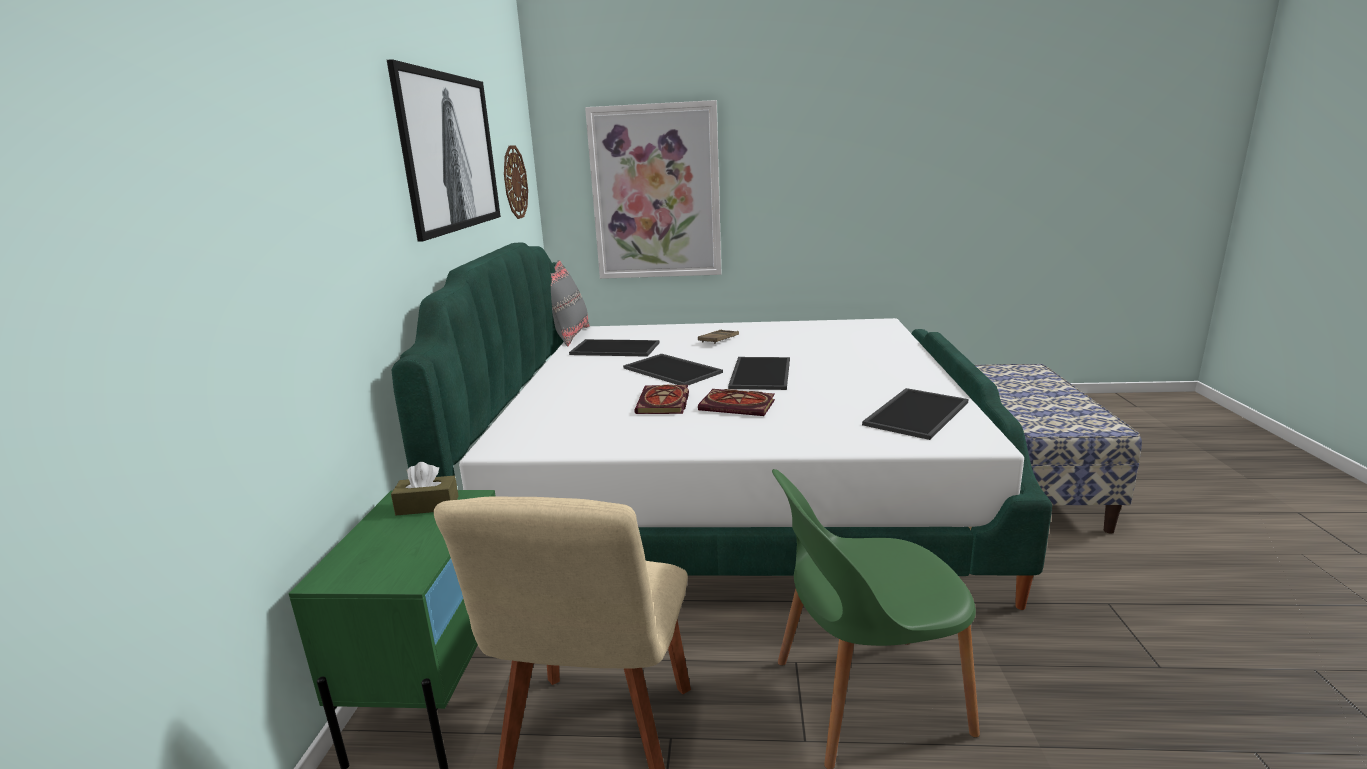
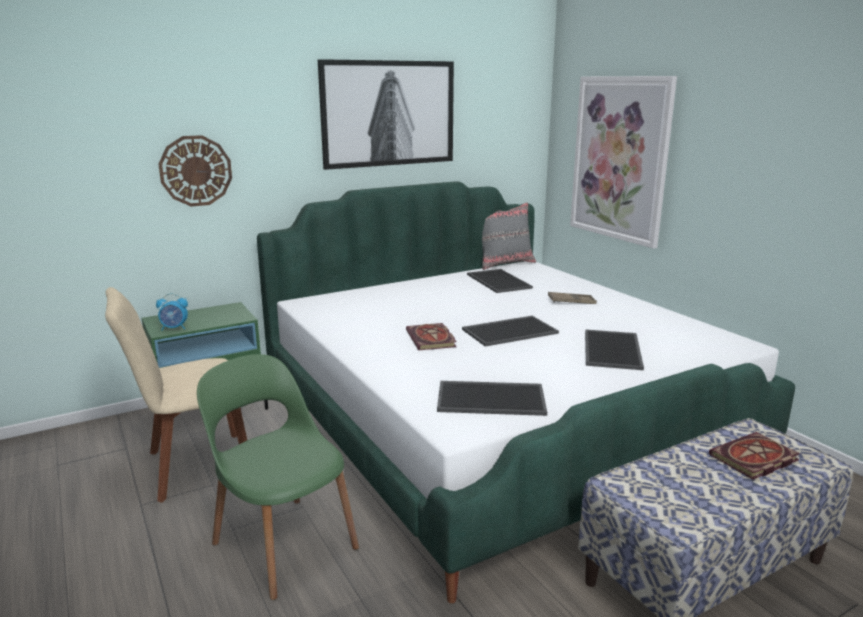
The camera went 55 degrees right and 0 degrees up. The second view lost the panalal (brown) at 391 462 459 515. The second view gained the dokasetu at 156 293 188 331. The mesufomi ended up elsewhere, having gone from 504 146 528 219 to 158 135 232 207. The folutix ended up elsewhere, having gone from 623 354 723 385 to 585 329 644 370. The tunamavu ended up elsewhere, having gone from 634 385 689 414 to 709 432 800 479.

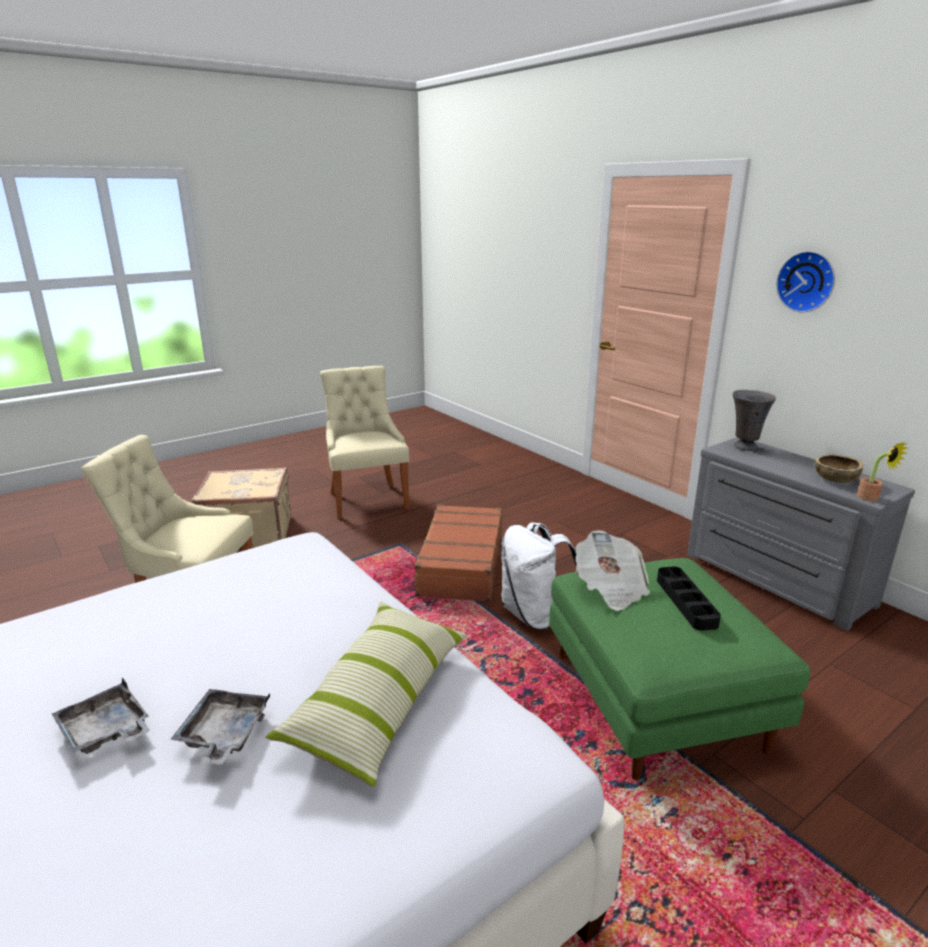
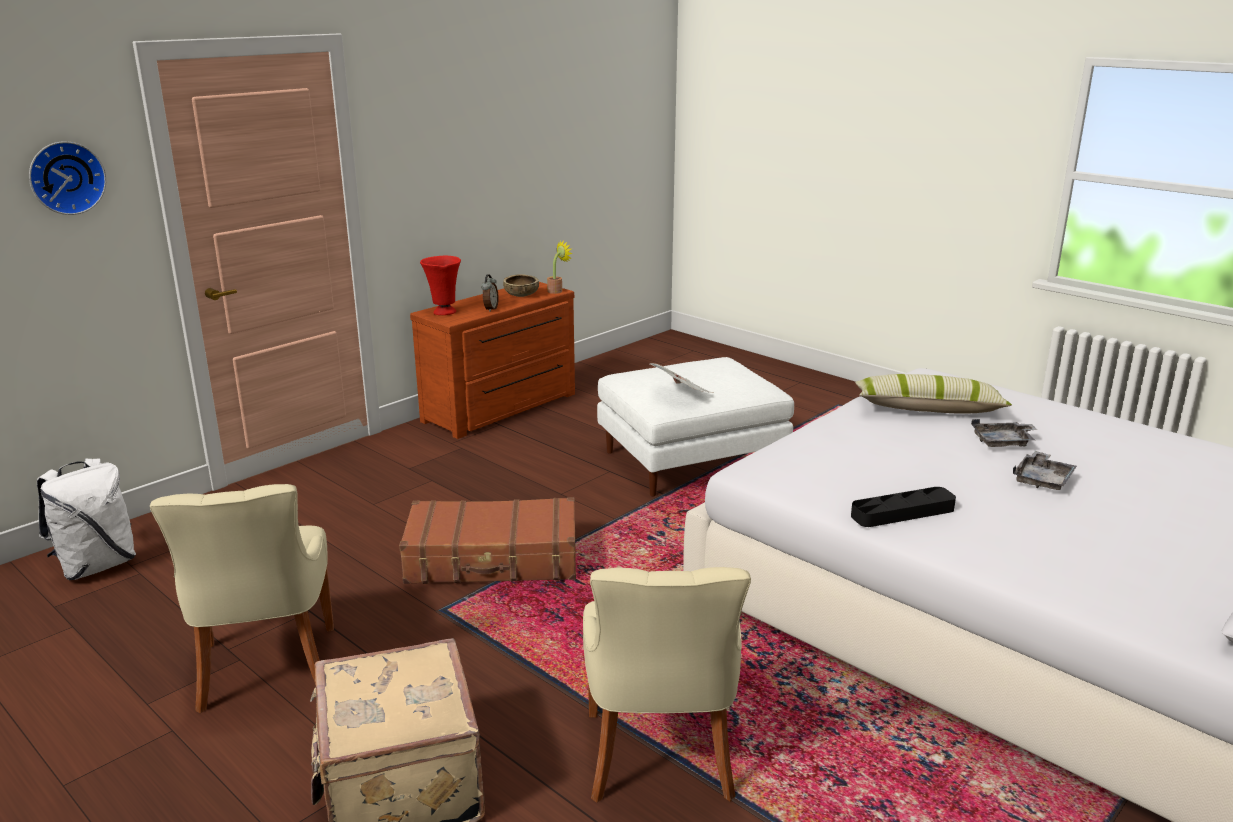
The camera went 100 degrees left and 0 degrees up. The second view gained the dokasetu at 481 275 499 312. The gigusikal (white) ended up elsewhere, having gone from 501 522 577 630 to 37 458 136 580. The folutix (black) ended up elsewhere, having gone from 657 567 721 631 to 851 487 956 527. The mesufomi ended up elsewhere, having gone from 776 251 835 312 to 29 141 106 215. What was the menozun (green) at 549 558 810 780 turned into the menozun (white) at 597 357 794 496. What was the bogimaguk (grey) at 687 437 915 631 turned into the bogimaguk (brown) at 410 282 575 439. What was the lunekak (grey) at 733 390 776 451 turned into the lunekak (red) at 420 256 461 315. The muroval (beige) at 320 366 409 519 ended up facing another way, 75 degrees counterclockwise from before.

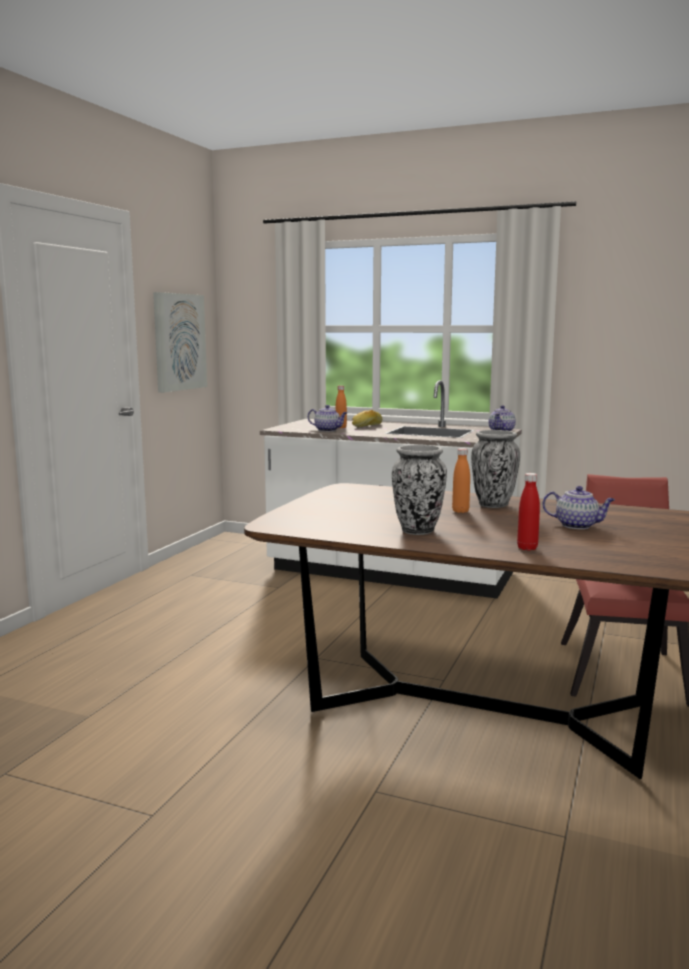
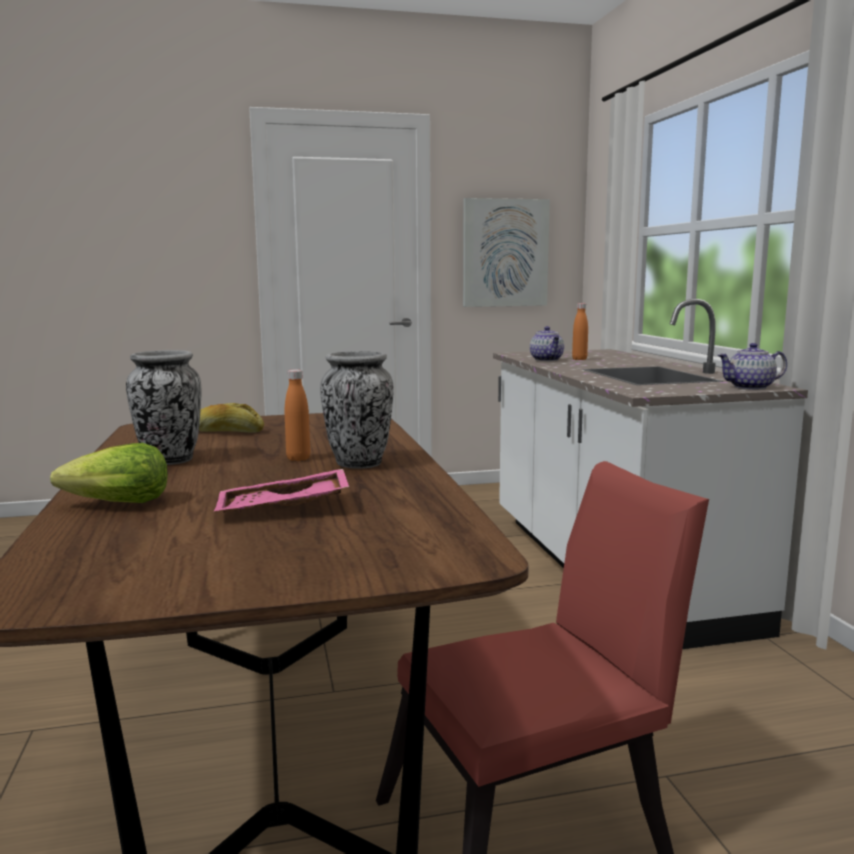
The camera went 55 degrees right and 0 degrees up. The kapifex ended up elsewhere, having gone from 352 410 382 427 to 199 403 264 432. Where the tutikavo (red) stood at 517 473 540 551, the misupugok came to stand at 50 443 168 503. Where the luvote stood at 542 486 615 529, the folutix (pink) came to stand at 214 469 349 513.

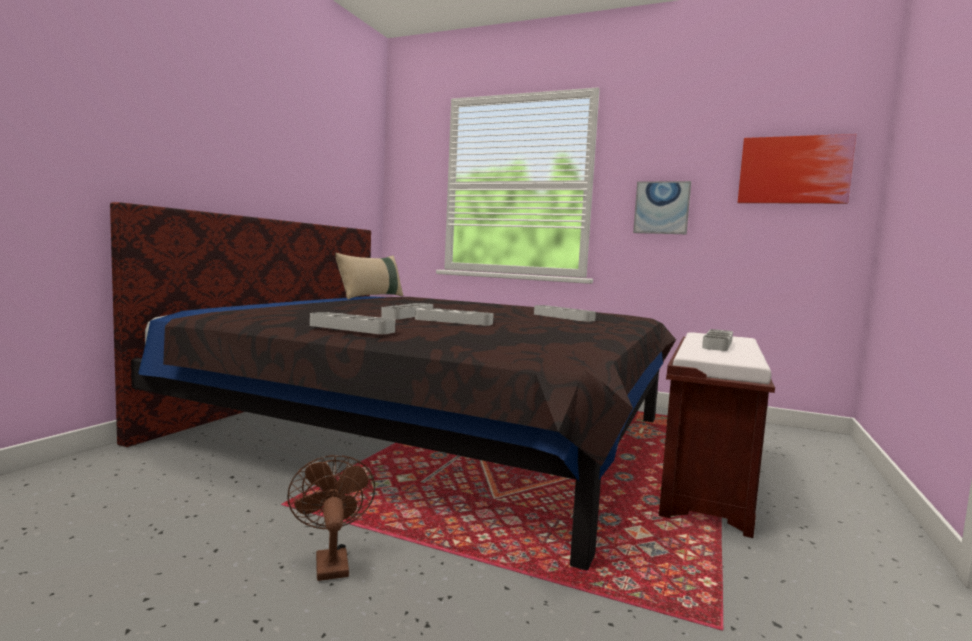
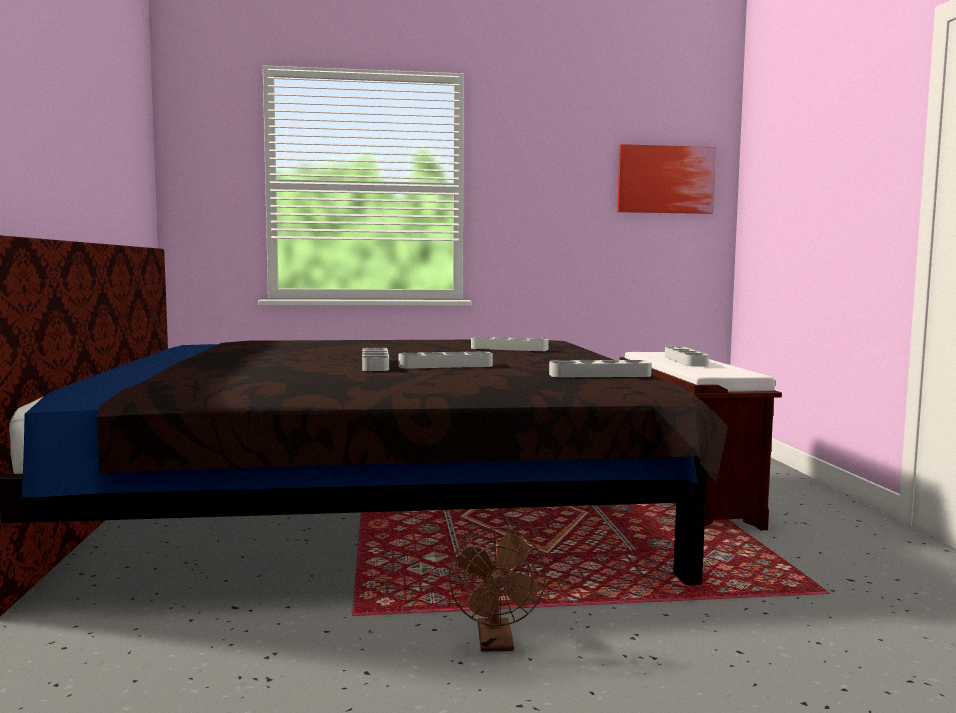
The camera went 30 degrees left and 0 degrees up. The second view lost the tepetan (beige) at 335 253 403 299. The second view lost the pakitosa at 633 181 691 234. The folutix (grey) ended up elsewhere, having gone from 310 312 395 334 to 549 360 652 377. The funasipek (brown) at 287 455 375 581 ended up facing another way, 135 degrees counterclockwise from before.

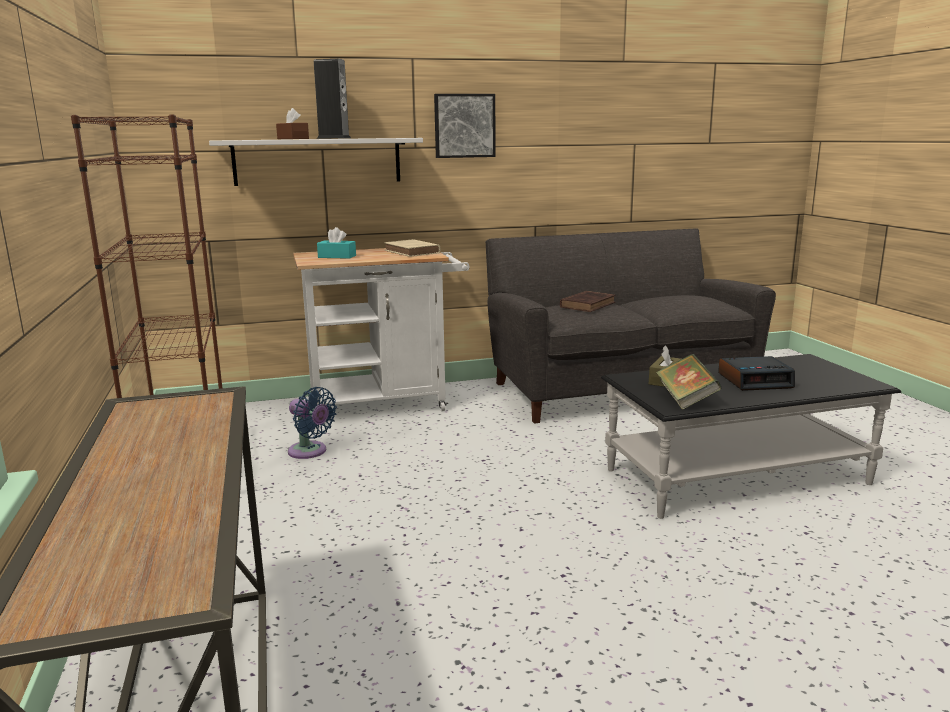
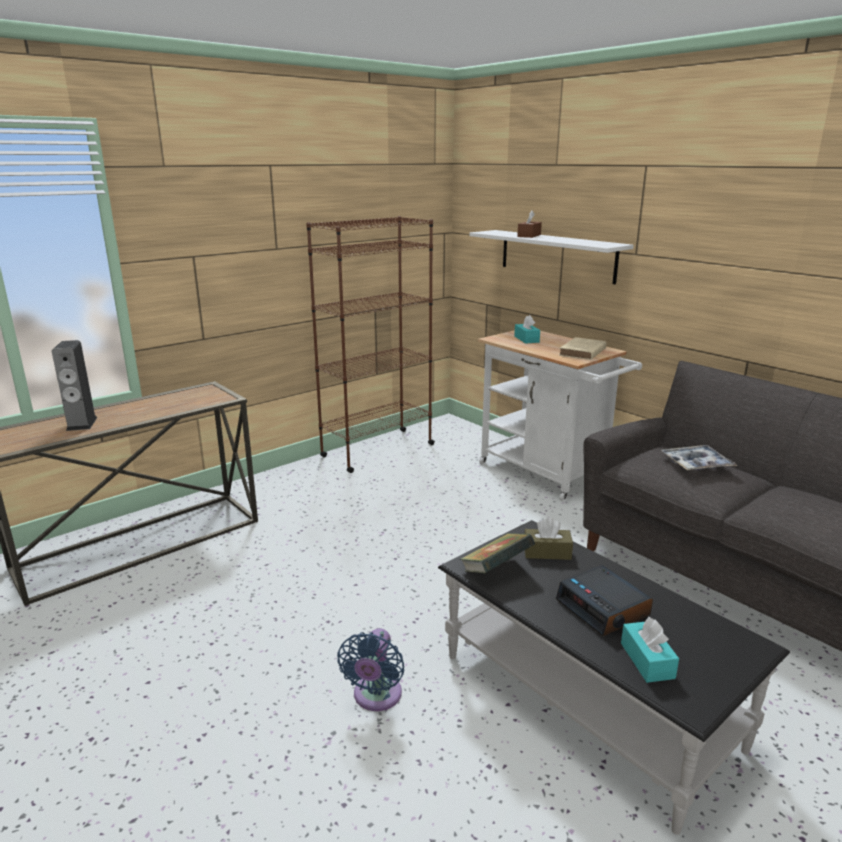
The camera went 65 degrees right and 5 degrees up. The second view lost the pakitosa at 434 94 496 158. The second view gained the panalal (turquoise) at 621 617 679 683. The funasipek (blue) ended up elsewhere, having gone from 288 387 337 459 to 337 628 405 711. The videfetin ended up elsewhere, having gone from 314 59 351 139 to 52 340 97 431. Where the tunamavu (brown) stood at 560 291 615 312, the folutix came to stand at 661 445 737 471.

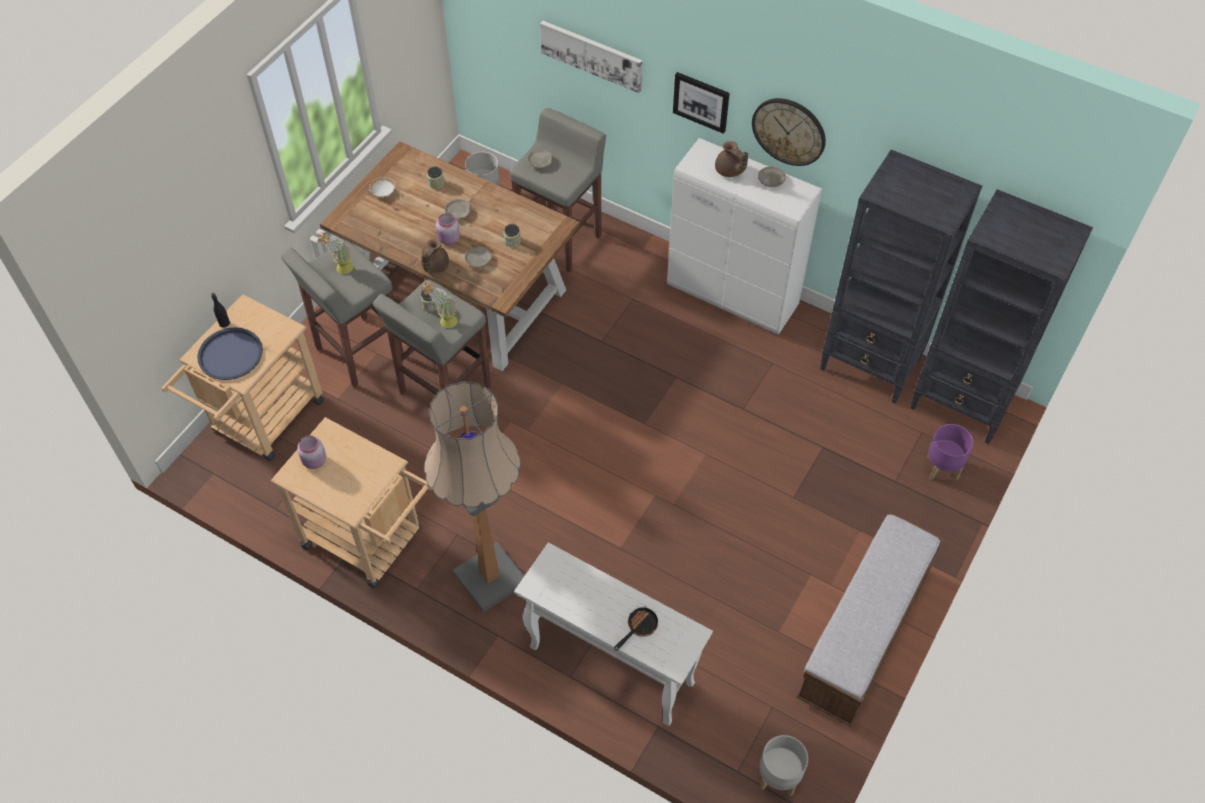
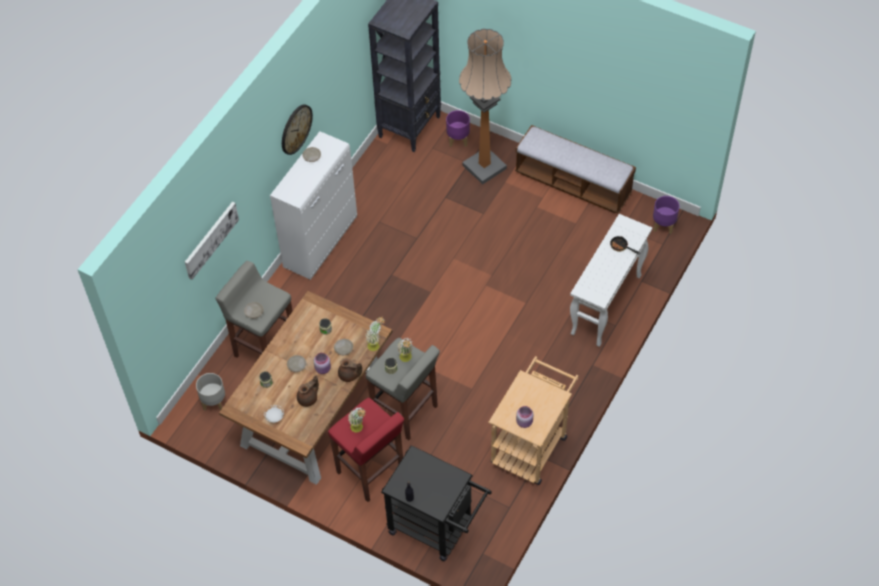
The camera went 90 degrees left and 0 degrees up. The second view lost the folutix (blue) at 197 327 263 380. The second view lost the pakitosa at 673 72 730 134. The second view lost the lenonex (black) at 820 149 982 403. The second view gained the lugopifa at 366 316 385 351. The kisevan ended up elsewhere, having gone from 424 381 524 613 to 459 29 512 184. The luvote (brown) ended up elsewhere, having gone from 715 141 748 177 to 297 376 319 407. What was the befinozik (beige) at 162 294 324 461 turned into the befinozik (black) at 381 445 492 561. What was the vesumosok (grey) at 281 241 404 388 turned into the vesumosok (red) at 328 398 404 502. What was the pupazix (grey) at 759 735 808 796 turned into the pupazix (purple) at 653 196 680 234.

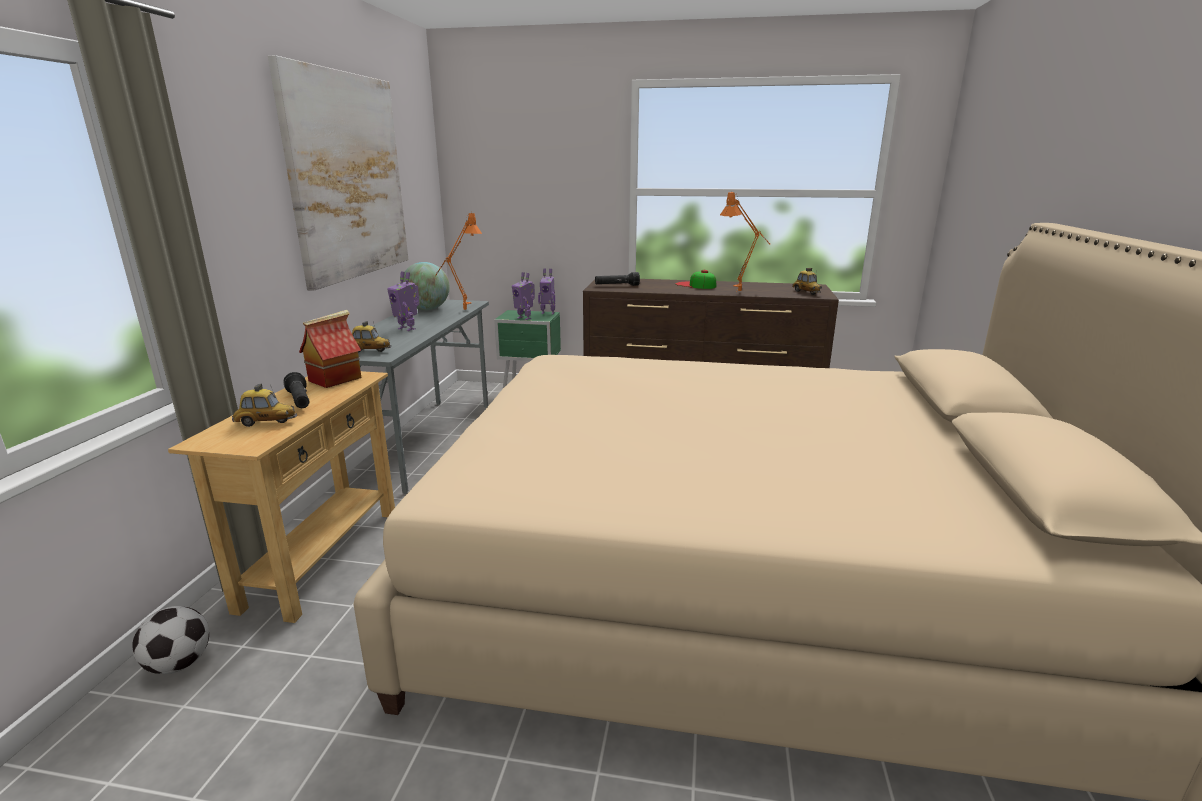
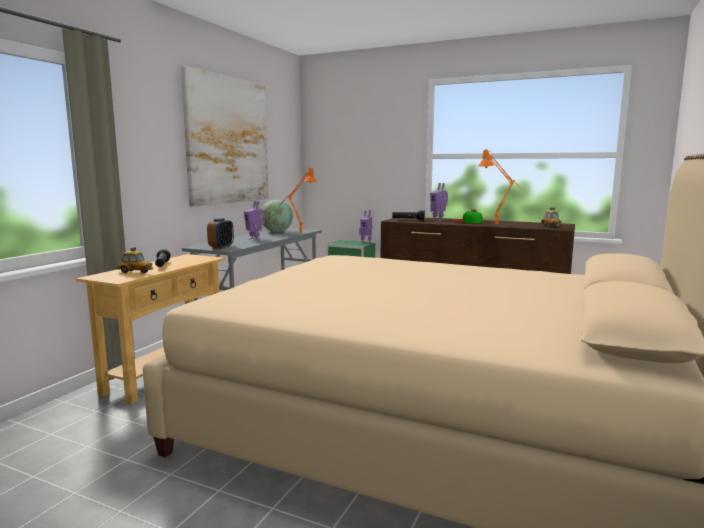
The camera went 15 degrees right and 10 degrees down. The second view lost the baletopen at 132 606 209 674. The second view lost the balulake at 299 310 361 388. The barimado ended up elsewhere, having gone from 512 272 535 320 to 430 183 448 221. Where the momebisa stood at 352 321 391 353, the dokasetu came to stand at 207 218 234 249.

